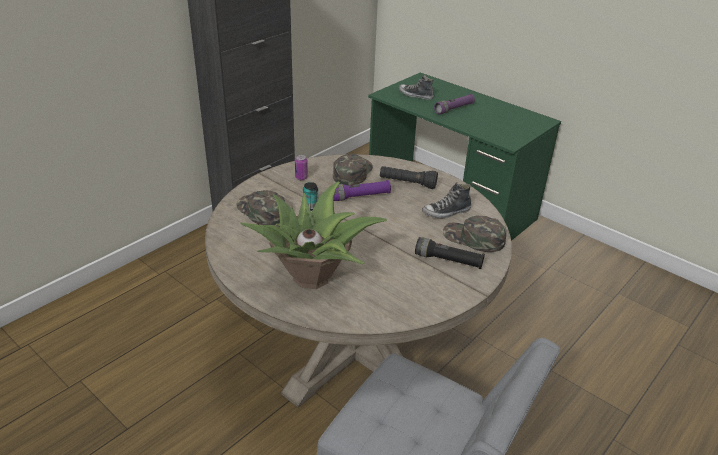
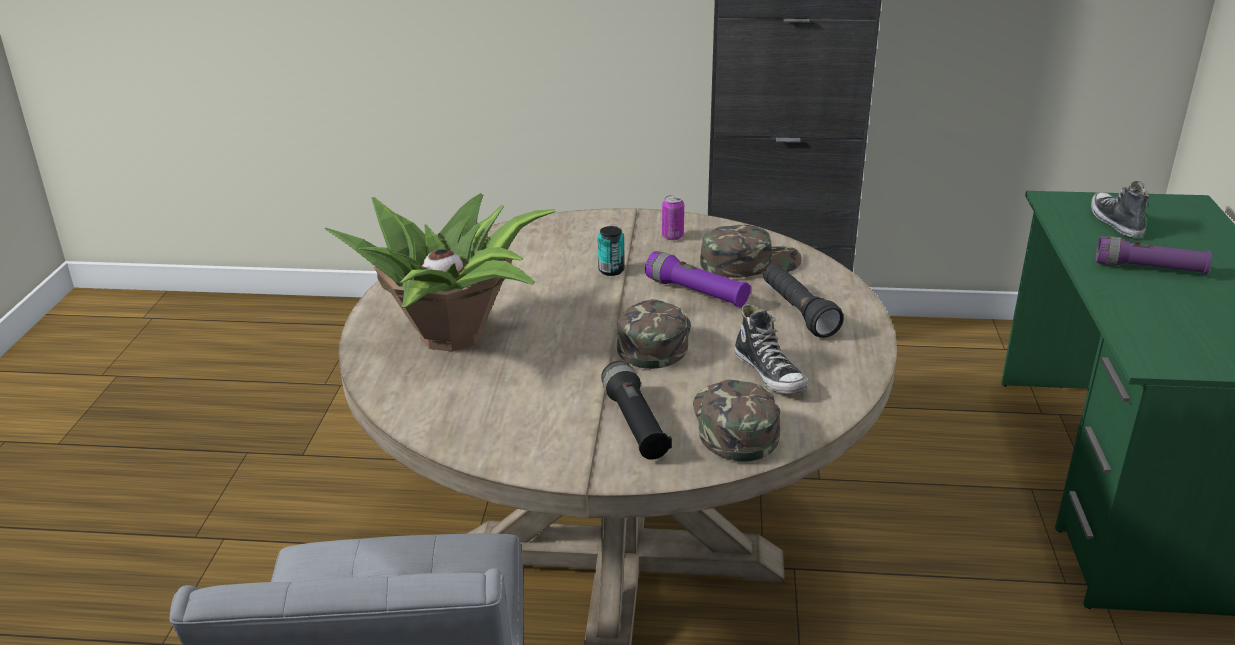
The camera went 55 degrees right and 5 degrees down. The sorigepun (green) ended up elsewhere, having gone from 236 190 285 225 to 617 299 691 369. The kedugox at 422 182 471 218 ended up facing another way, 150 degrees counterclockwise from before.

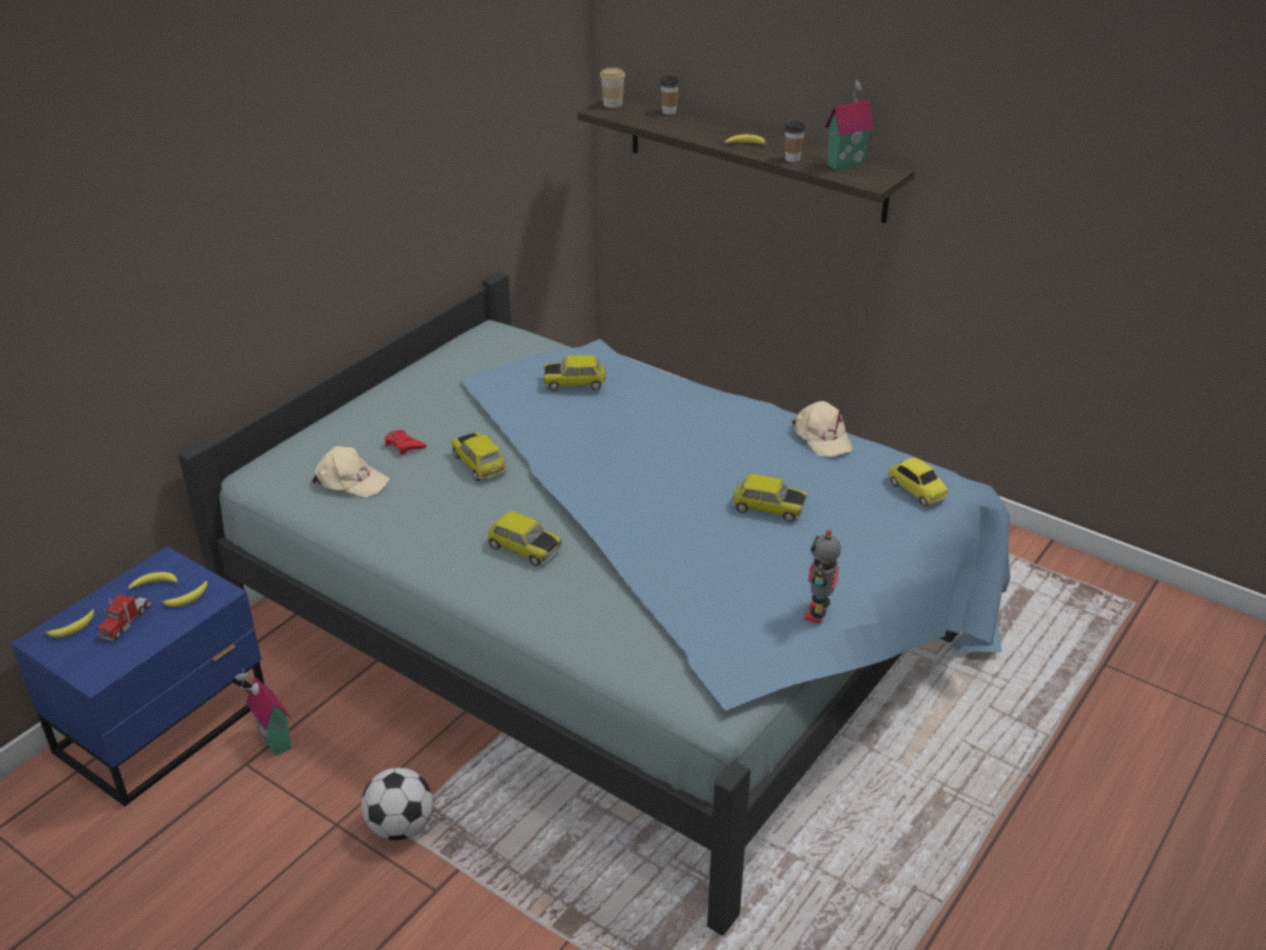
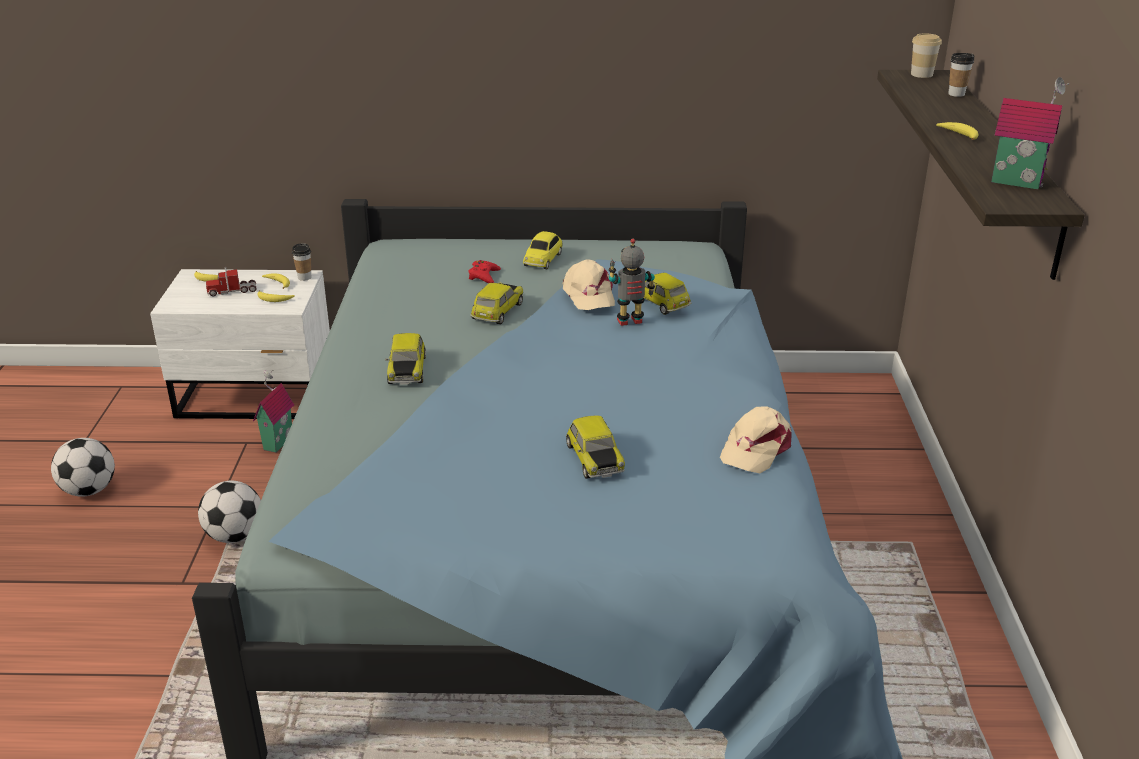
The camera went 55 degrees right and 5 degrees down. The second view gained the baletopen at 51 438 115 497. The sorigepun (beige) ended up elsewhere, having gone from 312 446 390 497 to 562 259 615 310. The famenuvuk ended up elsewhere, having gone from 784 121 805 162 to 292 243 311 281. The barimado ended up elsewhere, having gone from 804 529 841 624 to 608 238 655 326. The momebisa ended up elsewhere, having gone from 888 457 949 507 to 523 231 563 269. What was the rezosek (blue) at 11 546 265 806 turned into the rezosek (white) at 150 269 330 419.

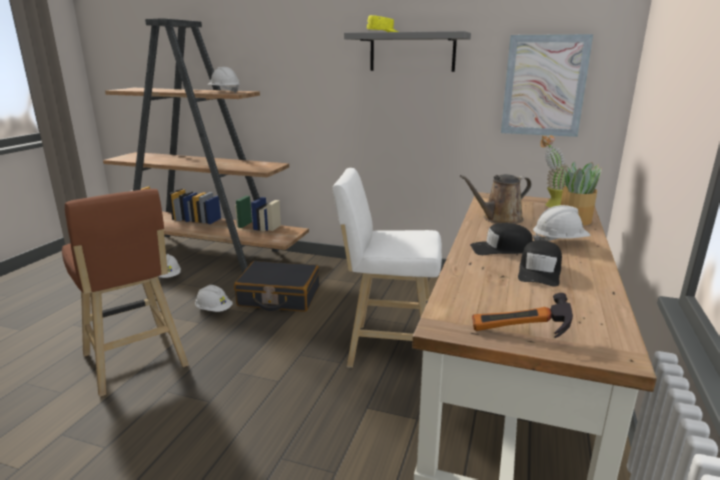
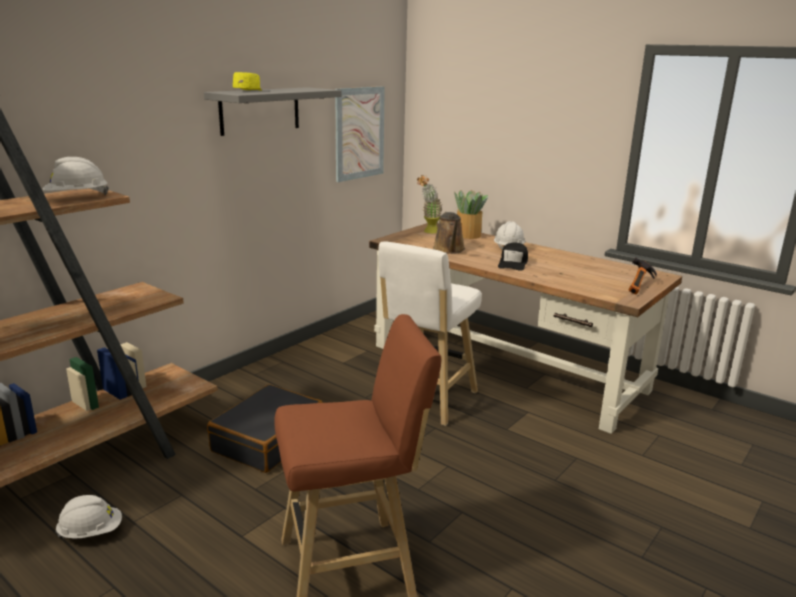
The camera went 70 degrees left and 0 degrees up. The second view lost the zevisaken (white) at 195 285 233 312. The second view lost the sorigepun (black) at 518 240 562 287.

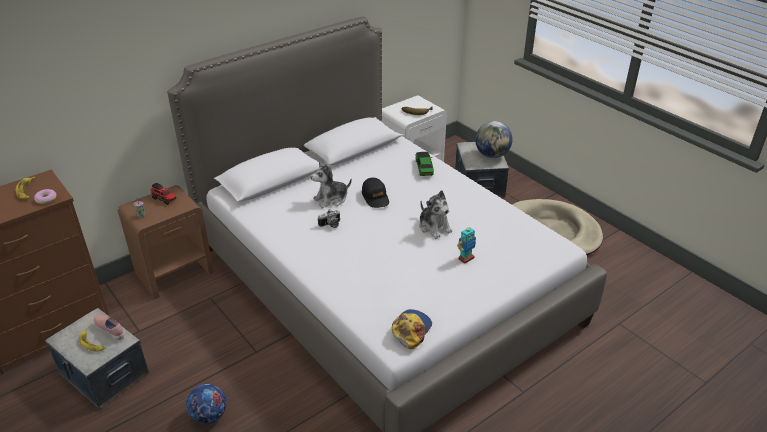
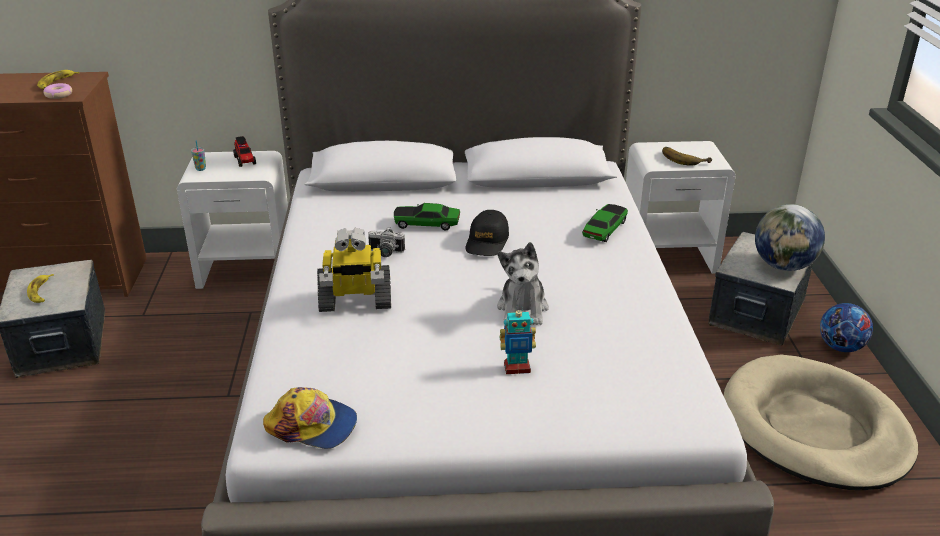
The camera went 35 degrees right and 5 degrees down. The second view lost the kedugox (pink) at 94 315 124 340. The second view gained the barimado at 317 227 391 312. The baletopen ended up elsewhere, having gone from 186 384 226 424 to 820 303 873 352. Where the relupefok stood at 311 161 352 208, the momebisa came to stand at 394 203 460 230. What was the rezosek (brown) at 118 185 214 299 turned into the rezosek (white) at 177 151 288 289. The sorigepun at 392 309 432 349 ended up facing another way, 45 degrees clockwise from before.

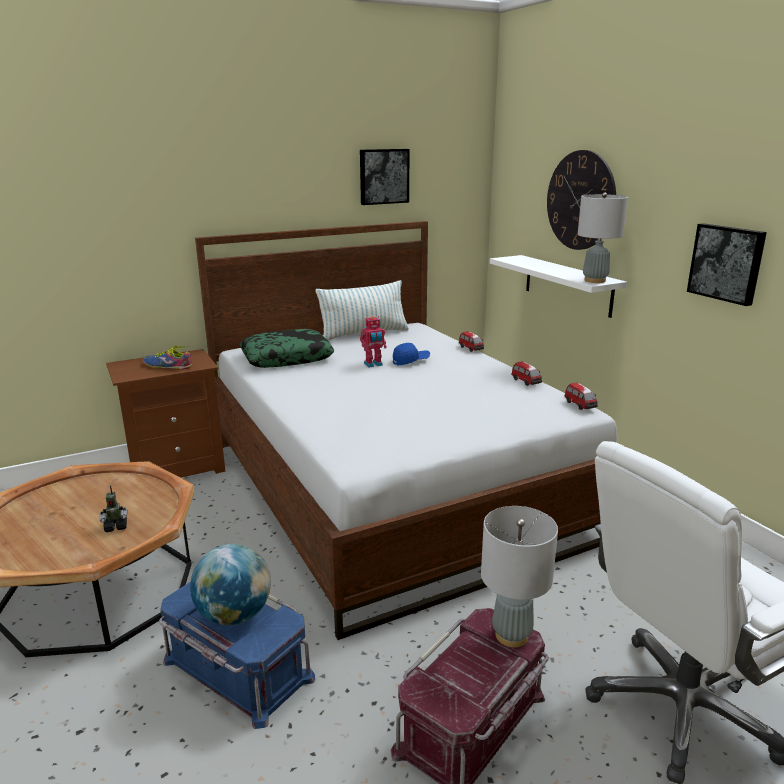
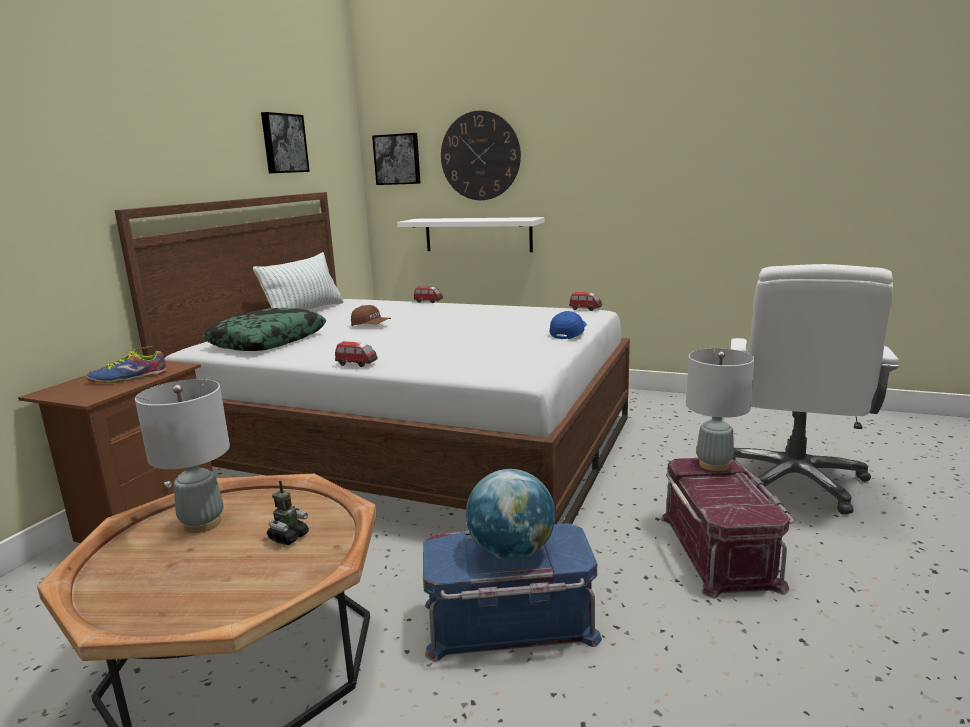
The camera went 40 degrees left and 5 degrees down. The sorigepun (blue) ended up elsewhere, having gone from 393 343 430 365 to 550 311 587 339. The momebisa ended up elsewhere, having gone from 512 361 542 386 to 335 341 378 367. The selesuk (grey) ended up elsewhere, having gone from 578 192 628 283 to 135 379 230 533. The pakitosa ended up elsewhere, having gone from 687 223 767 306 to 372 133 421 185. Where the barimado stood at 360 316 387 368, the sorigepun (brown) came to stand at 351 305 391 326.

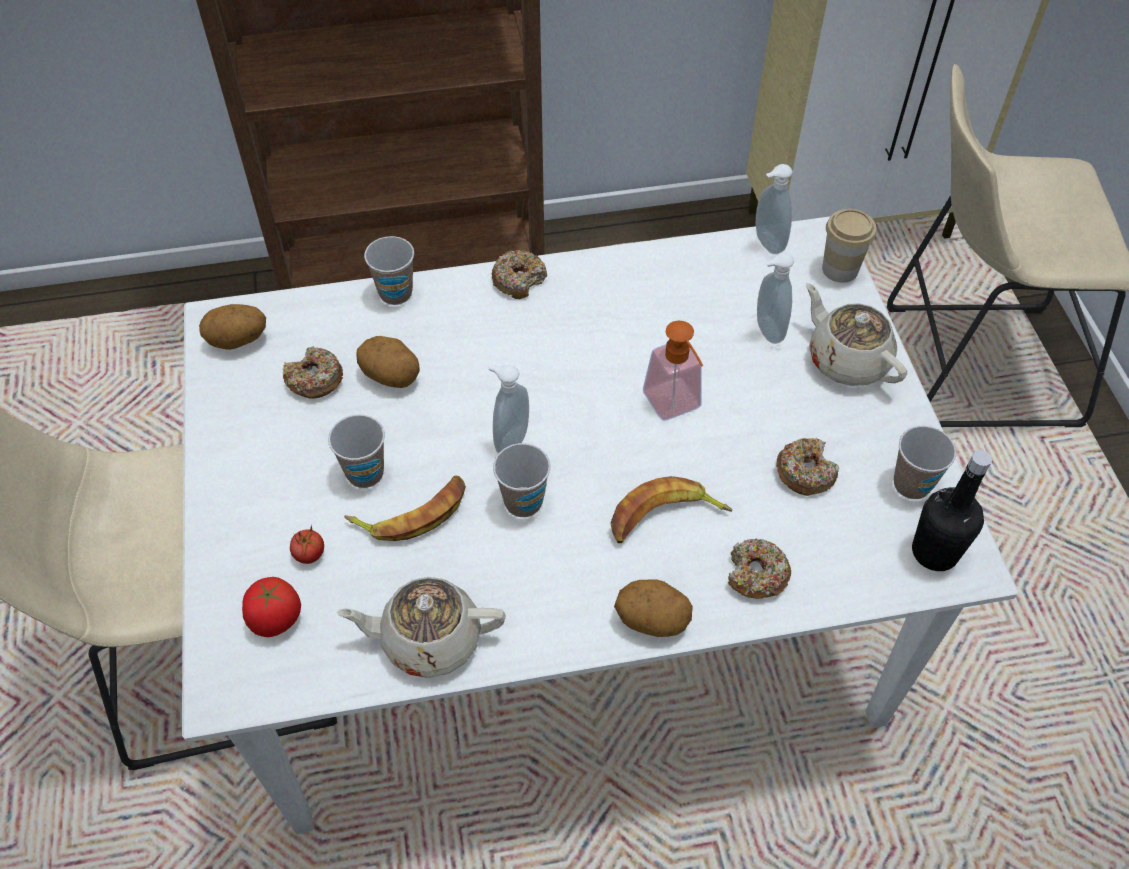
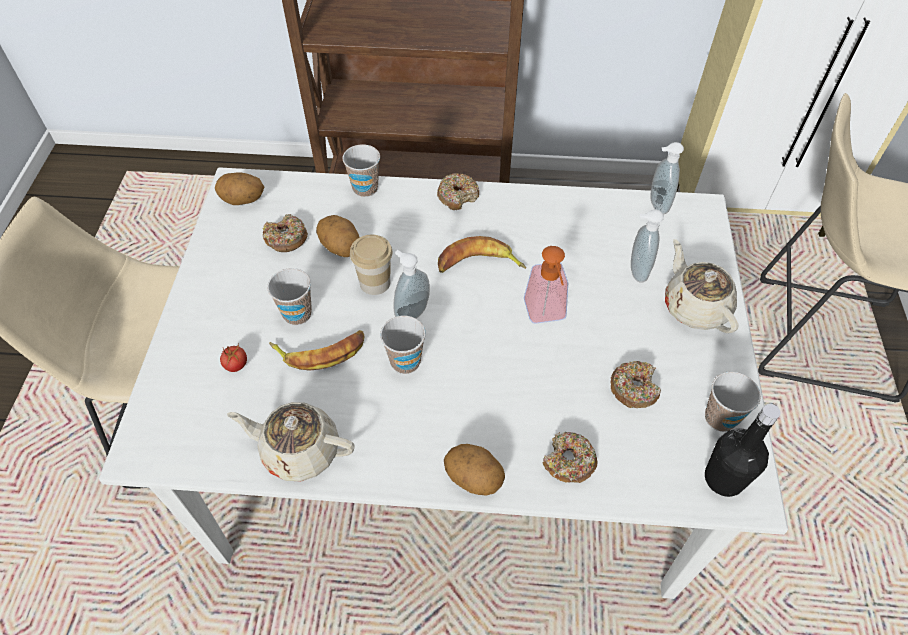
The camera went 15 degrees right and 0 degrees up. The second view lost the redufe at 242 577 301 637. The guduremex ended up elsewhere, having gone from 611 476 732 543 to 438 236 526 273. The famenuvuk ended up elsewhere, having gone from 822 209 876 283 to 350 234 392 295.

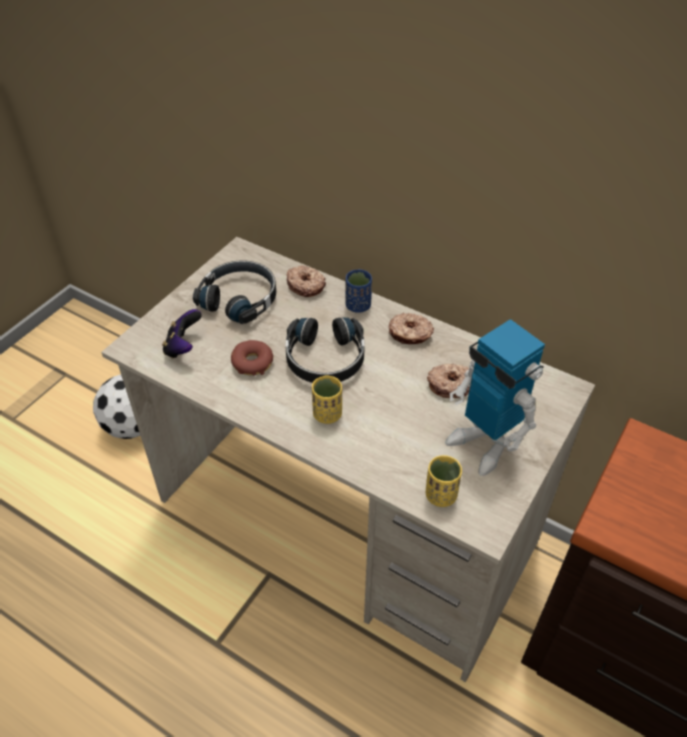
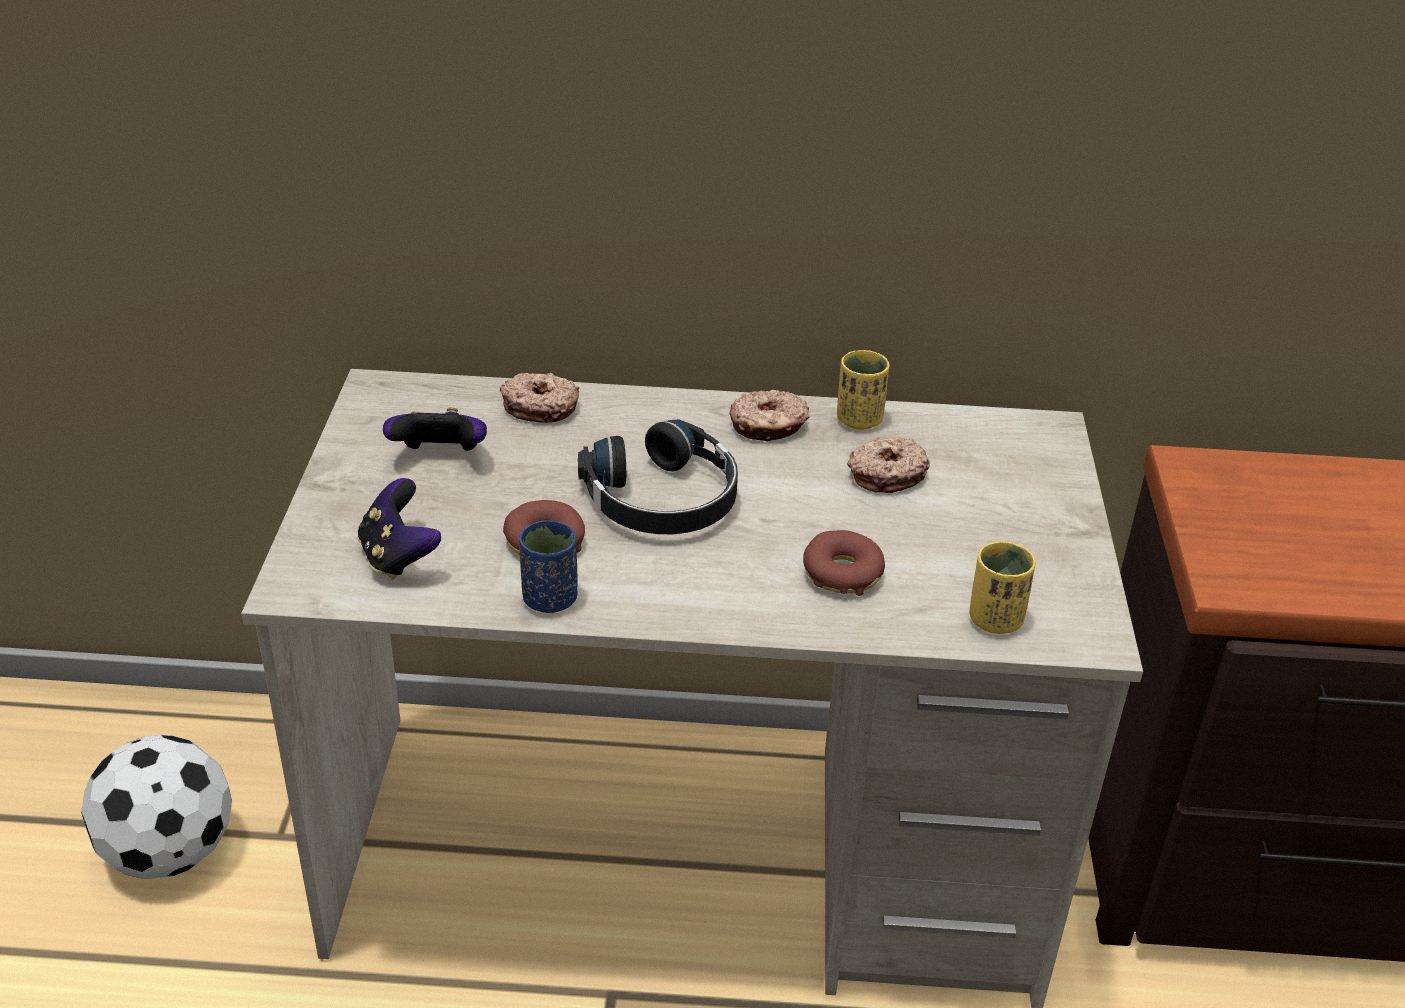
The camera went 30 degrees left and 10 degrees down. The second view lost the barimado at 445 319 545 476. The second view gained the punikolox at 803 530 885 596. The famenuvuk (yellow) ended up elsewhere, having gone from 312 376 342 424 to 837 350 889 430. The famenuvuk (blue) ended up elsewhere, having gone from 345 269 372 313 to 519 520 578 613. Where the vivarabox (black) stood at 193 260 276 324, the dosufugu came to stand at 383 407 487 451.

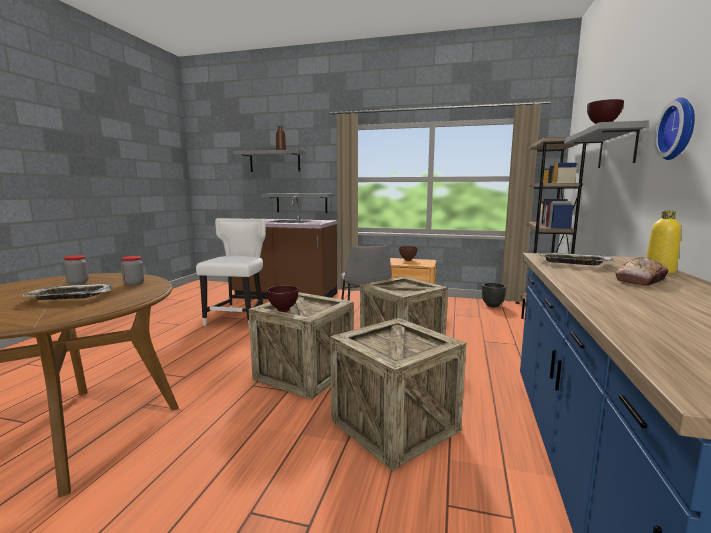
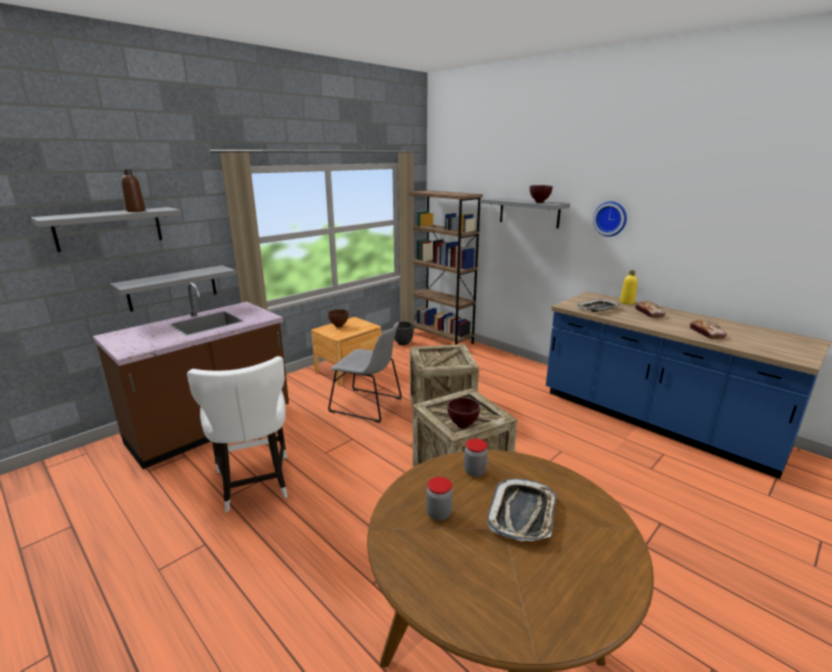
The camera went 60 degrees left and 10 degrees up. The second view lost the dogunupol at 330 318 466 471. The second view gained the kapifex at 690 319 727 339. The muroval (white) at 196 218 266 328 ended up facing another way, 150 degrees counterclockwise from before.

